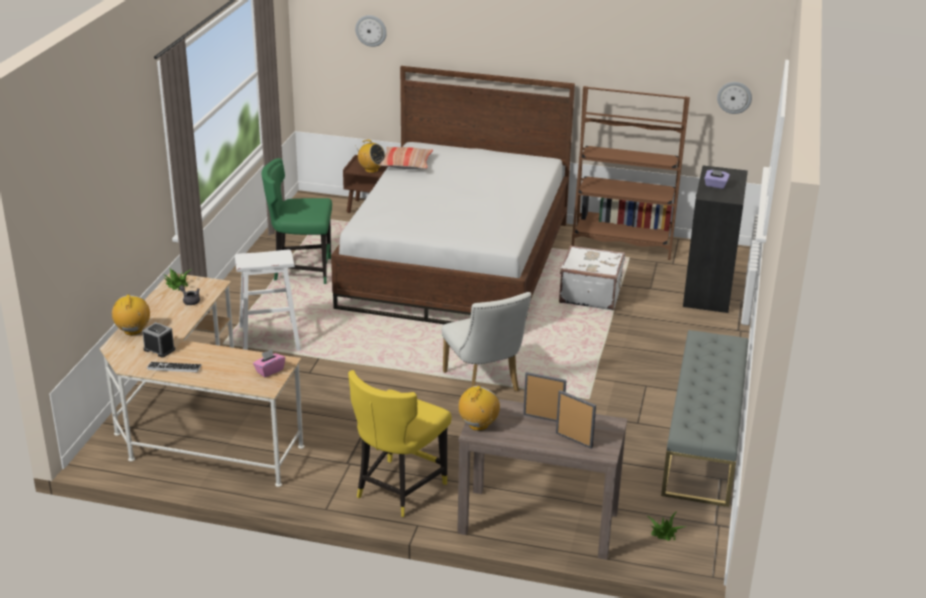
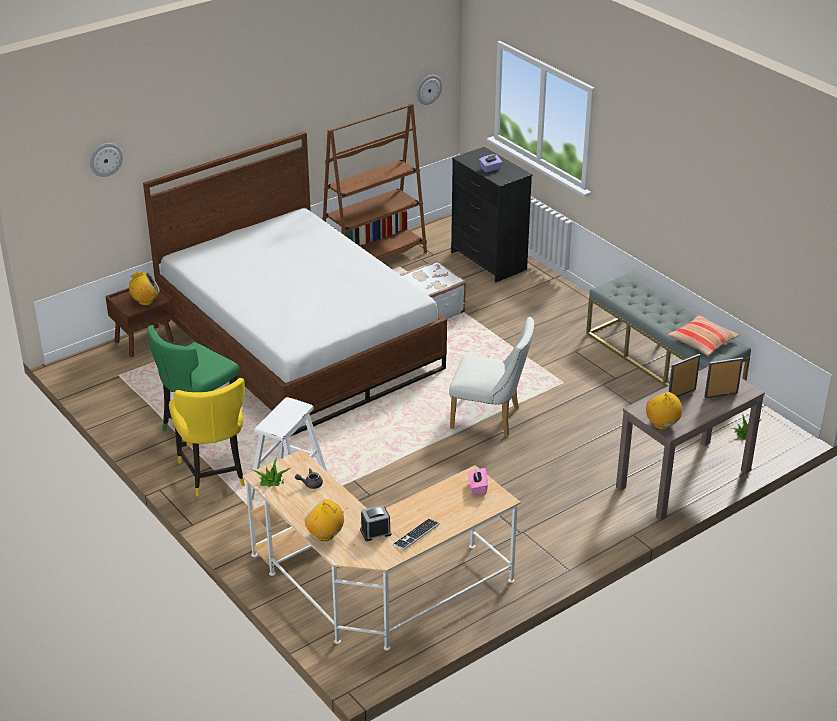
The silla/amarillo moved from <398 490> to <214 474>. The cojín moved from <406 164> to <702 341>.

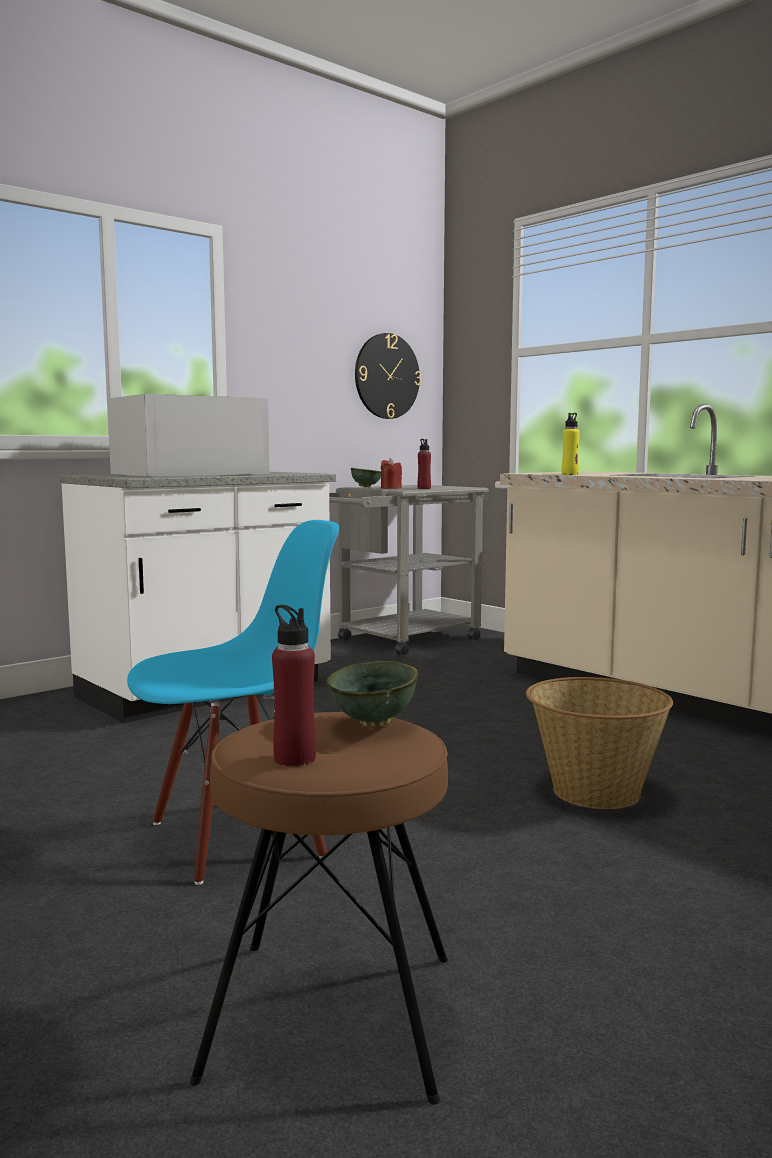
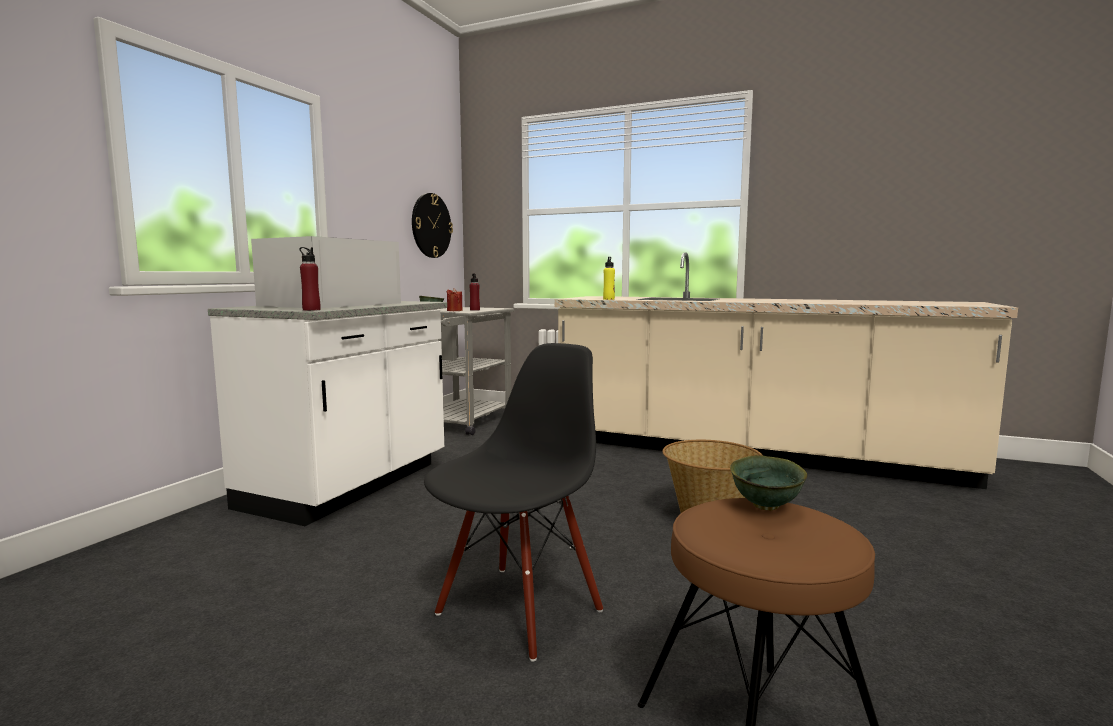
The silla/azul at <238 837> became the silla/negro at <518 609>. The botella/rojo moved from <294 759> to <311 310>.

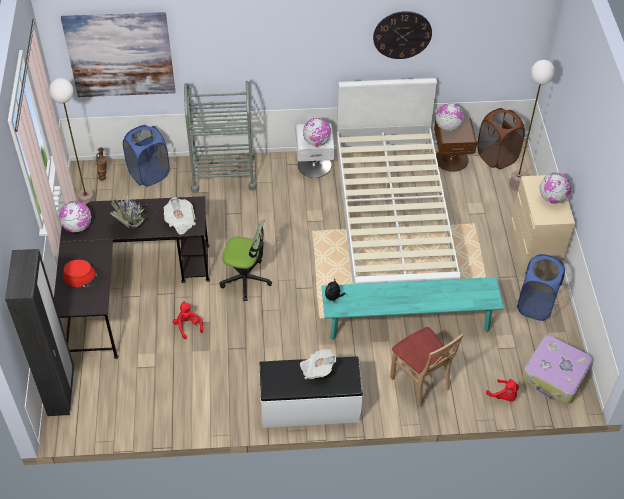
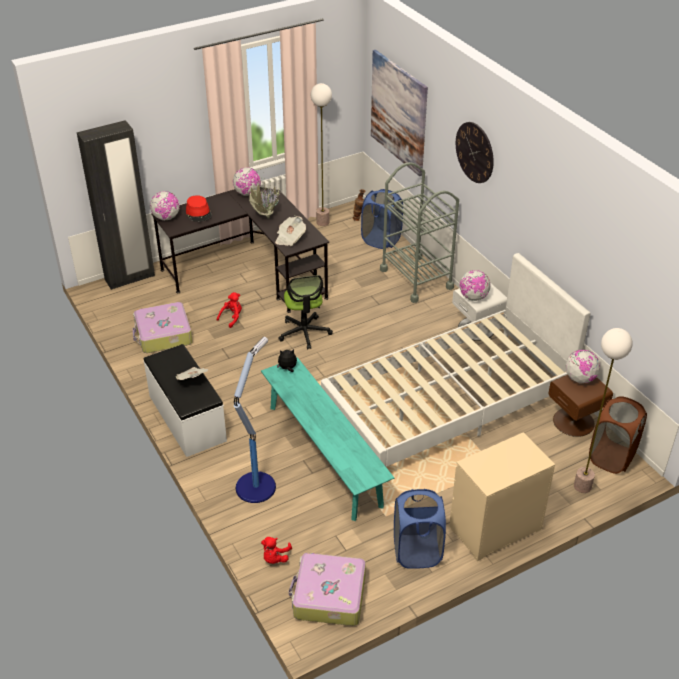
The reloj de pared moved from <402 35> to <474 152>. The silla/beis at <420 382> was replaced by the lámpara de pie at <256 486>. The globo terráqueo moved from <552 198> to <166 218>. The maleta at <163 335> appeared.

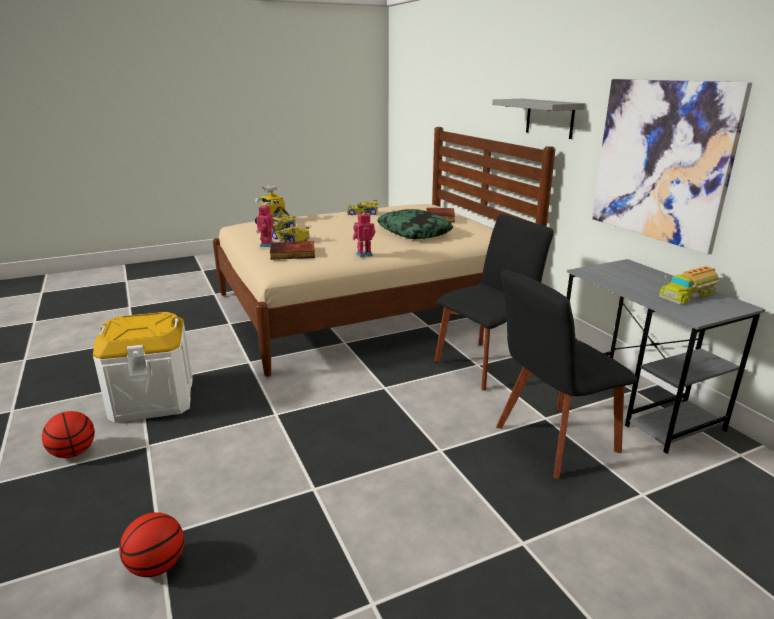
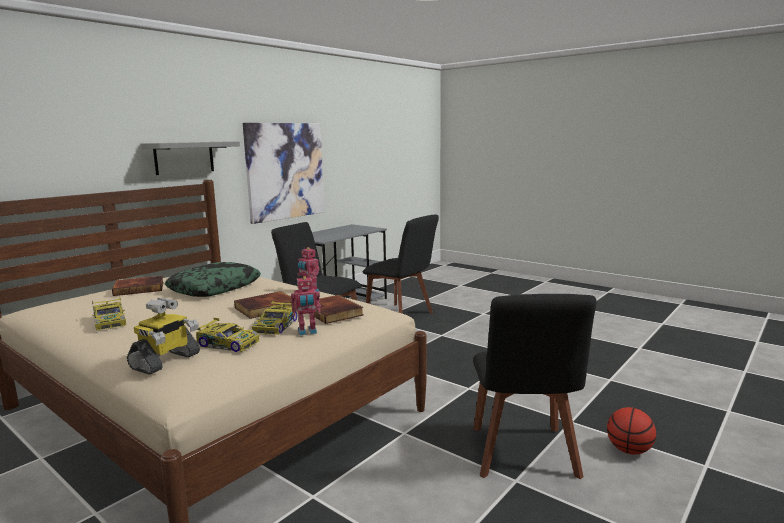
The caja de almacenaje/blanco at <153 399> was replaced by the silla/negro at <524 455>. The balón de baloncesto at <157 566> disappeared. The camión de juguete at <687 294> disappeared. The libro at <266 308> appeared.

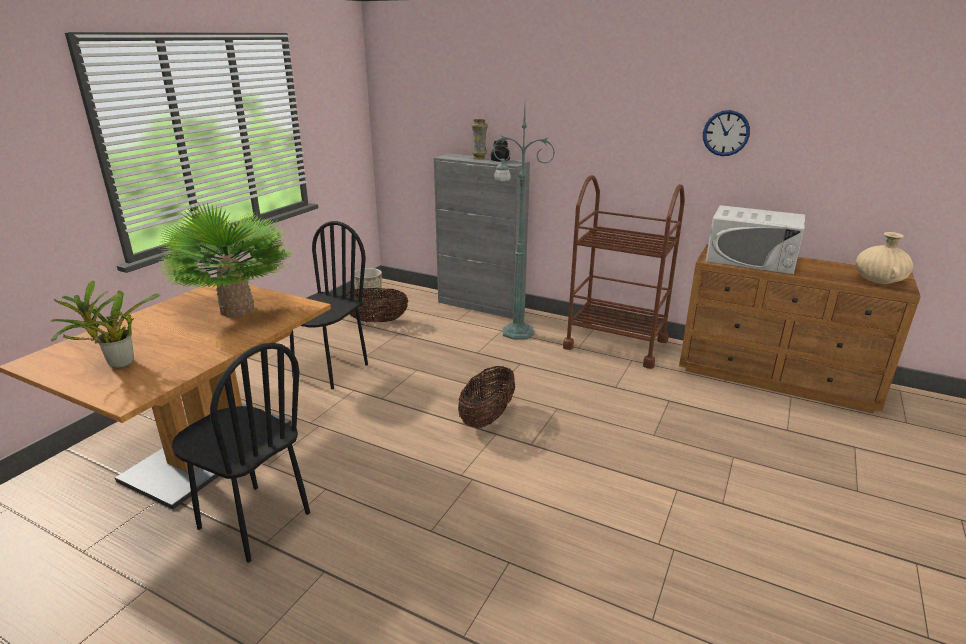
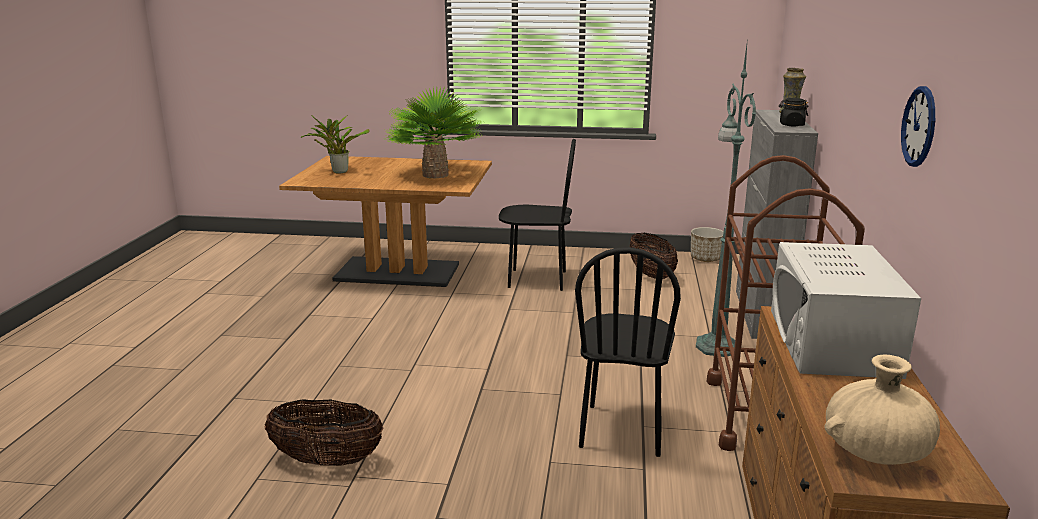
The silla/negro moved from <253 521> to <622 430>. The cesta moved from <487 417> to <327 460>.

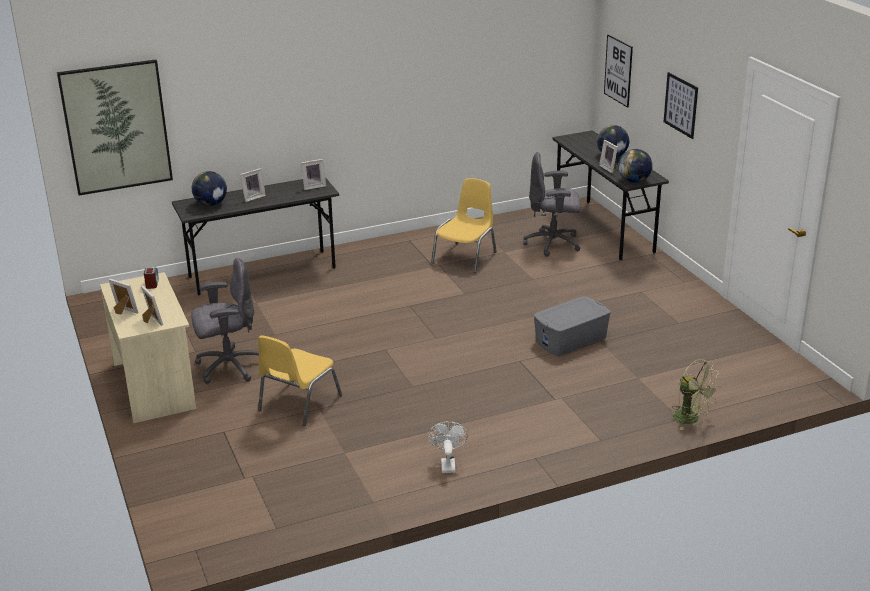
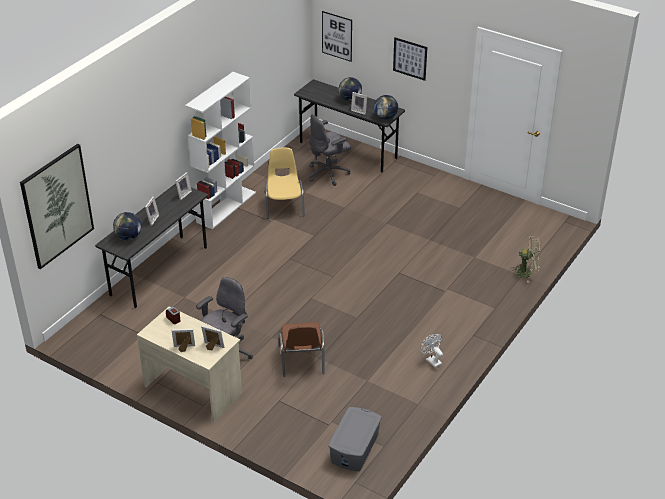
The silla/amarillo at <298 403> became the silla/marrón at <302 360>. The caja de almacenaje/gris moved from <571 339> to <355 448>. The estantería/blanco at <226 207> appeared.

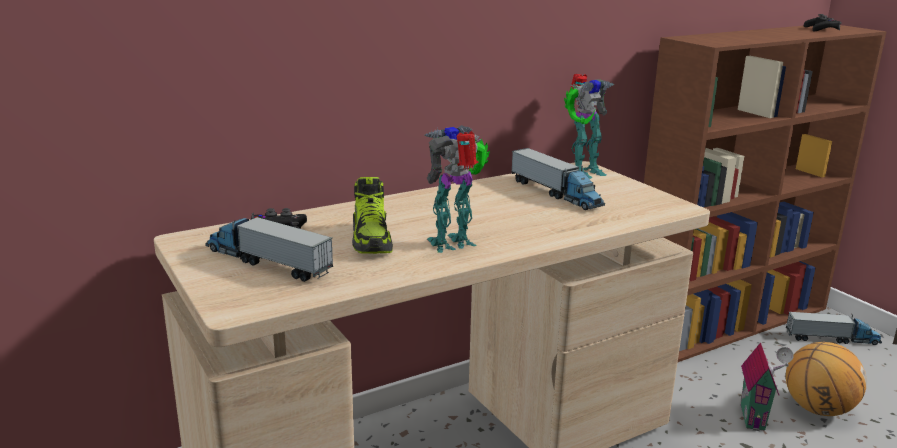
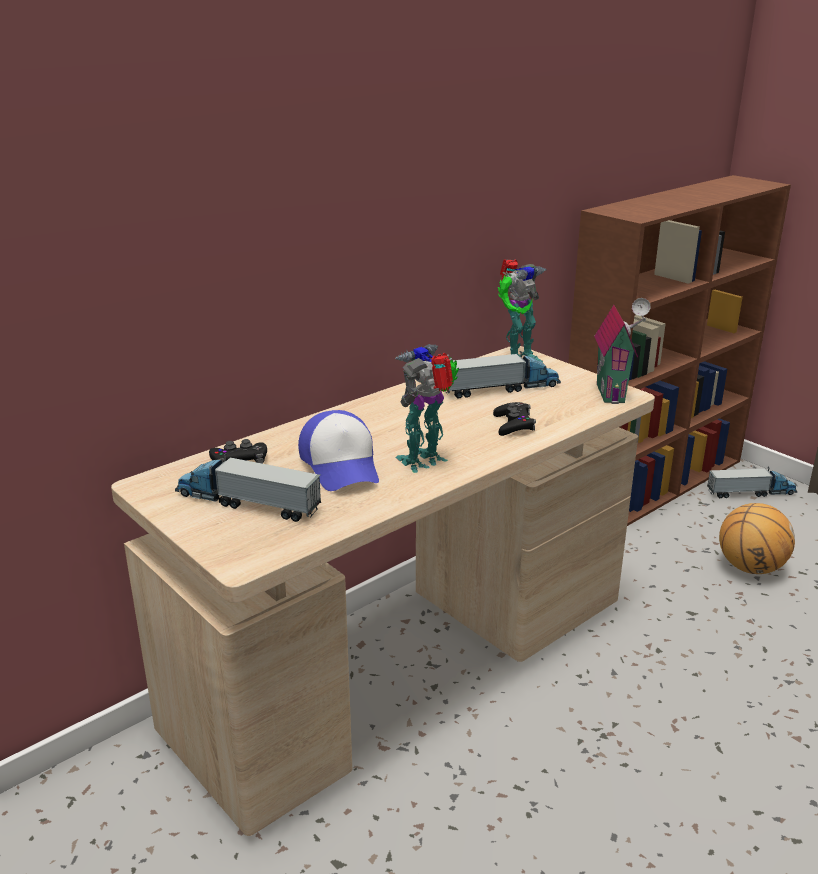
The zapato at <371 240> was replaced by the gorra at <341 465>. The camión de juguete at <555 193> turned 60 degrees counterclockwise. The casita moved from <755 418> to <614 393>. The mando de consola/negro moved from <821 29> to <514 424>.

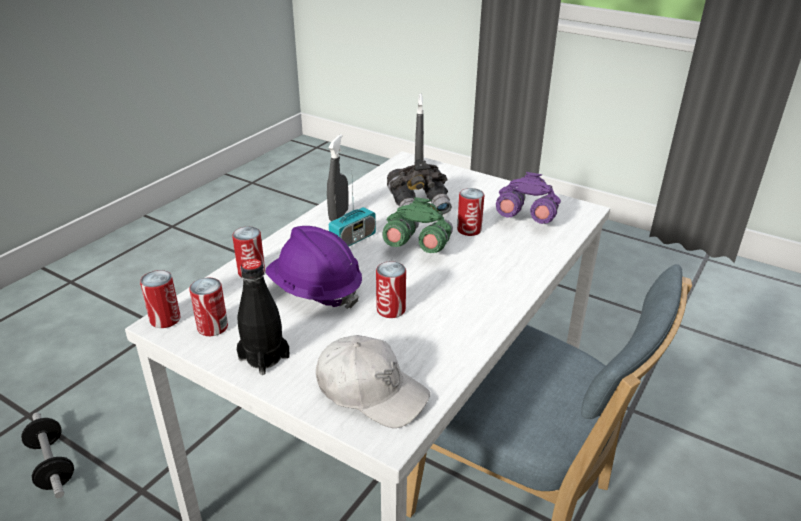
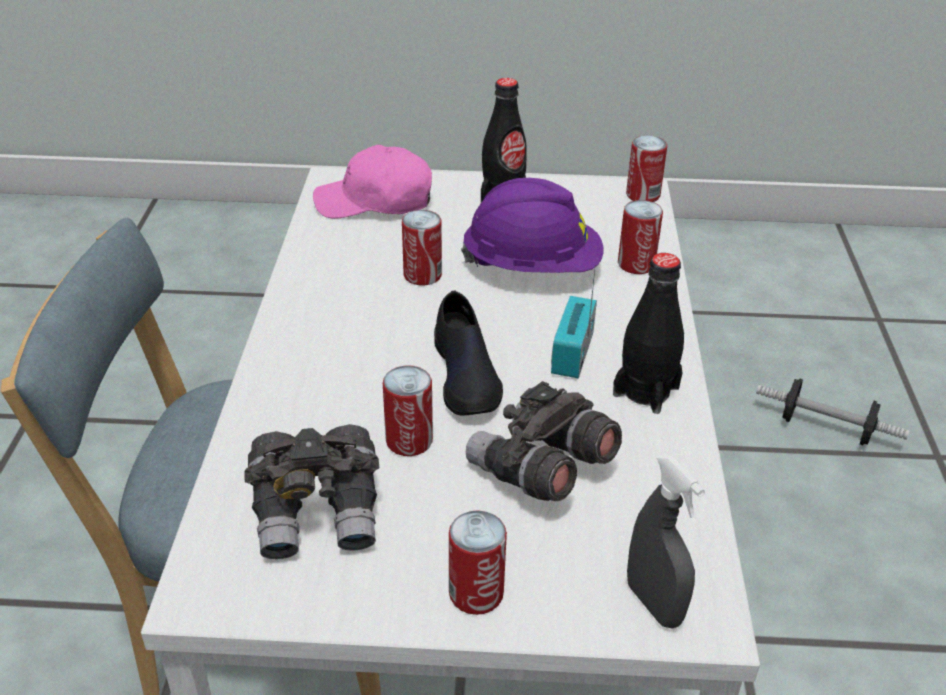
The lata moved from <212 327> to <476 593>. The gorra/blanco at <371 391> became the gorra/rosa at <375 202>. The pulverizador/gris at <338 215> was replaced by the botella/negro at <646 391>. The prismáticos/verde at <418 246> was replaced by the zapato/negro at <466 376>. The prismáticos/morado at <526 218> became the prismáticos/gris at <318 513>.

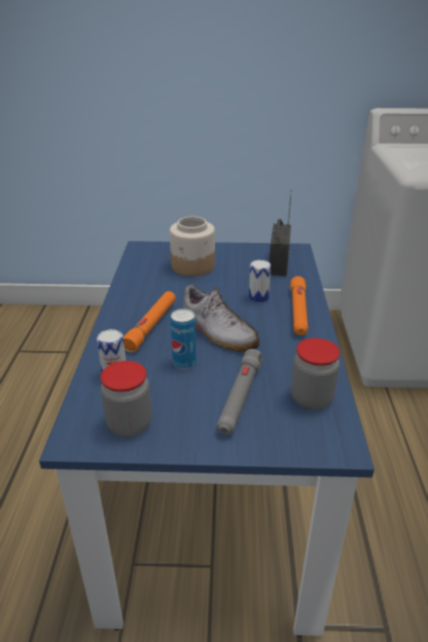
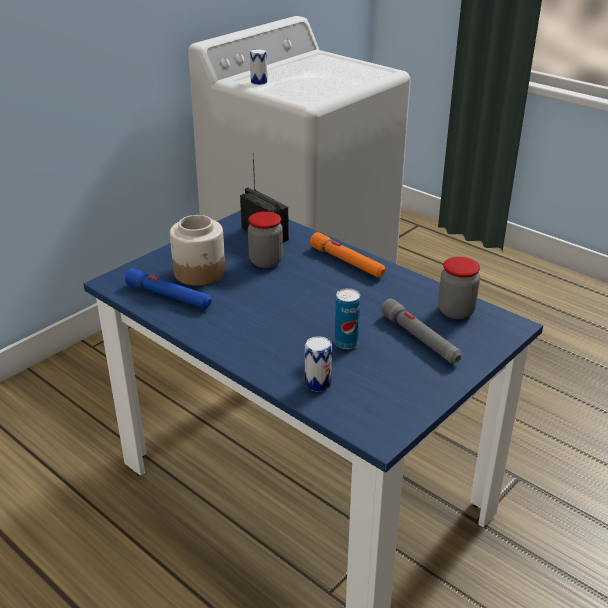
The tarro moved from <129 424> to <266 261>. The linterna/naranja at <151 325> disappeared. The zapato at <218 332> disappeared. The lata moved from <258 297> to <259 82>. The linterna/azul at <169 296> appeared.

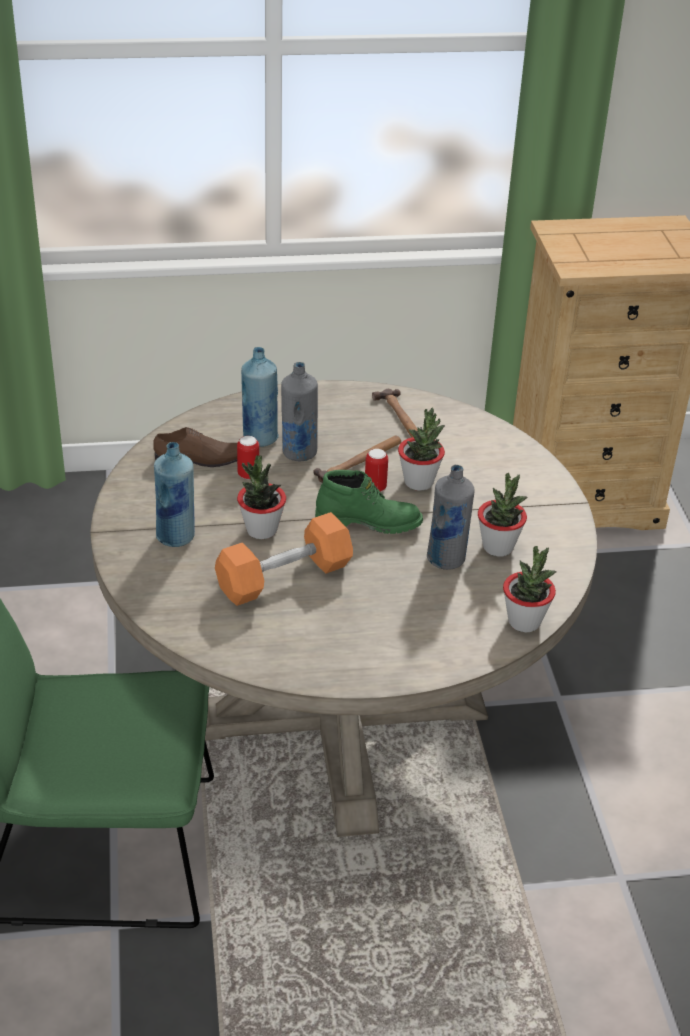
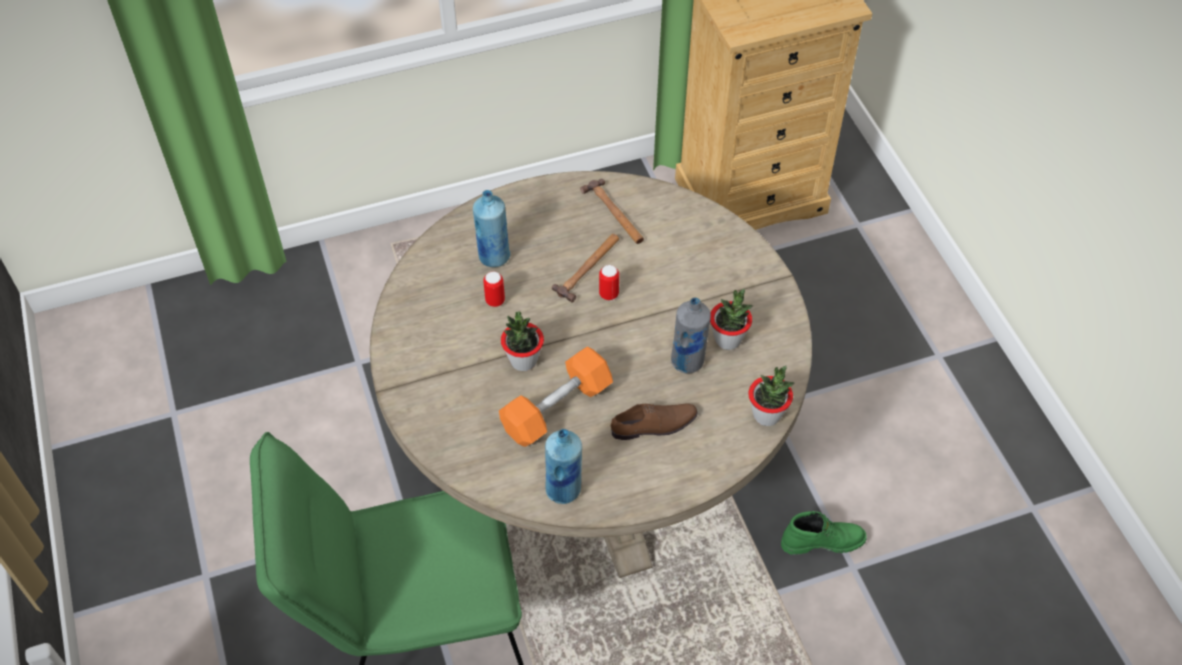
The zapato/marrón moved from <201 458> to <654 425>. The botella/azul moved from <176 537> to <564 489>. The botella/gris at <299 453> disappeared. The bota/verde moved from <369 521> to <822 540>. The planta en maceta at <419 482> disappeared.

